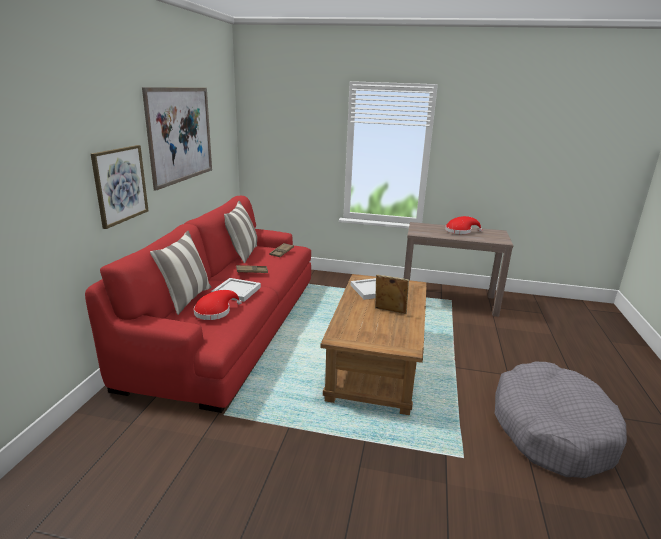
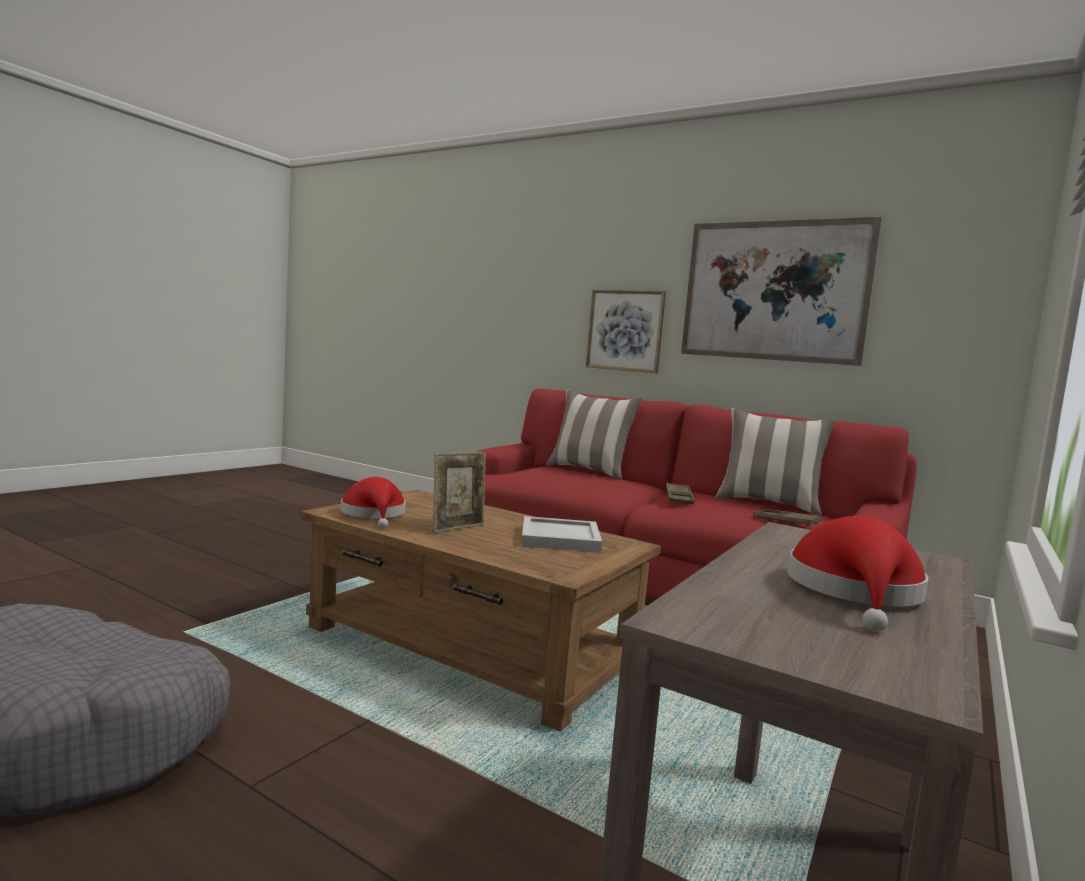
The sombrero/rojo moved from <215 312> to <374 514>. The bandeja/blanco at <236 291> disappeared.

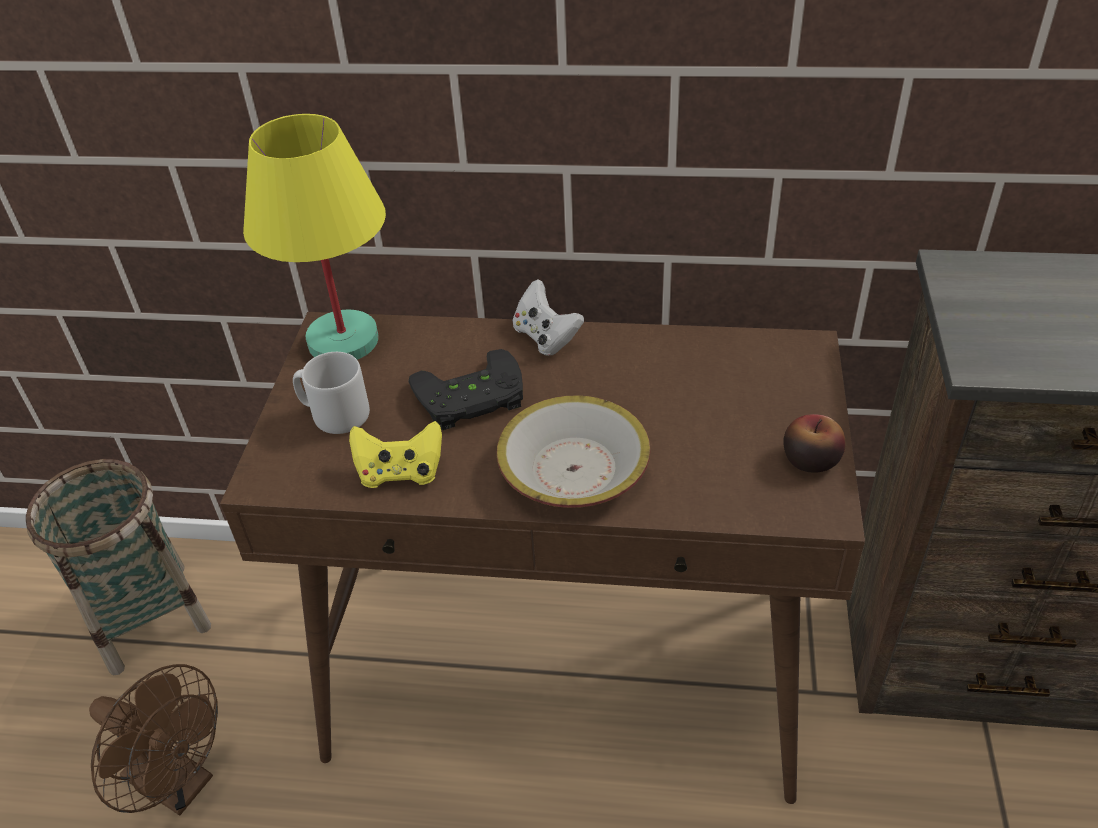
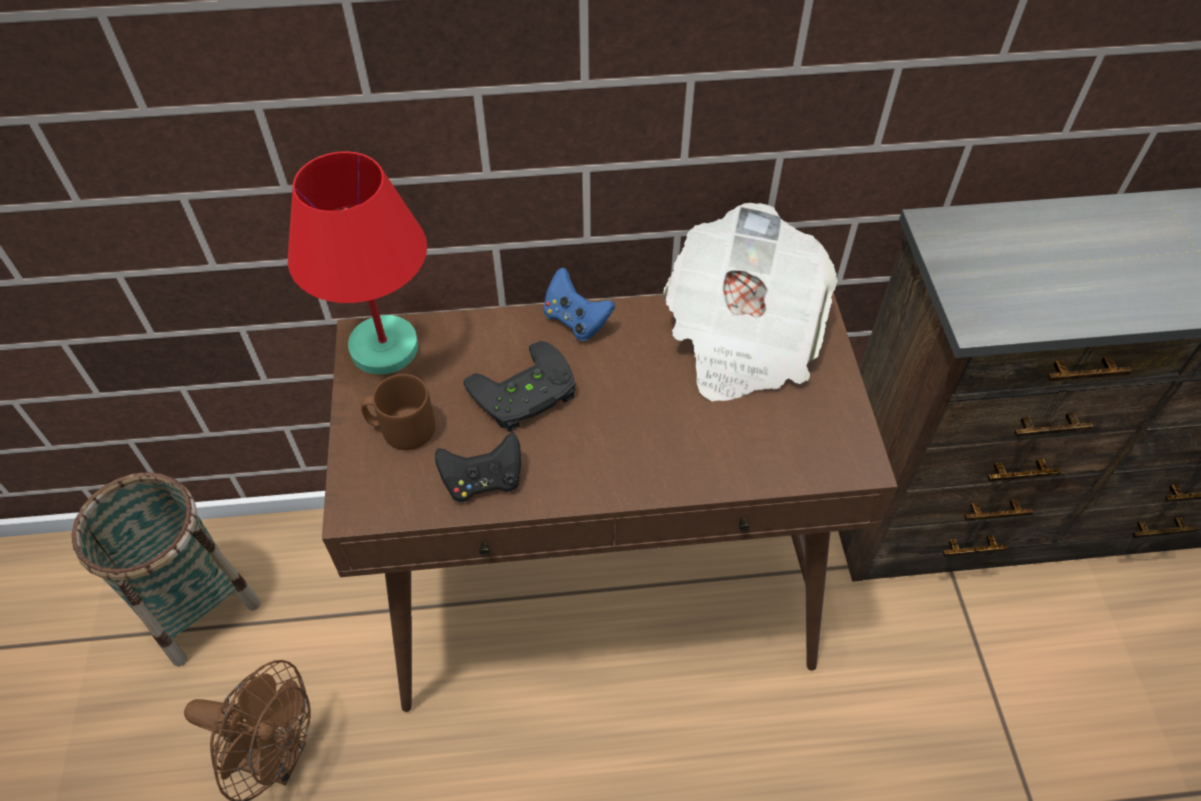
The lámpara de mesa/amarillo at <342 342> became the lámpara de mesa/rojo at <384 349>. The taza grande/gris at <335 414> became the taza grande/marrón at <402 429>. The mando de consola/amarillo at <400 473> became the mando de consola/negro at <483 481>. The cuenco at <573 470> disappeared. The mando de consola/blanco at <546 337> became the mando de consola/azul at <576 320>. The manzana at <810 459> disappeared. The periódico at <741 337> appeared.

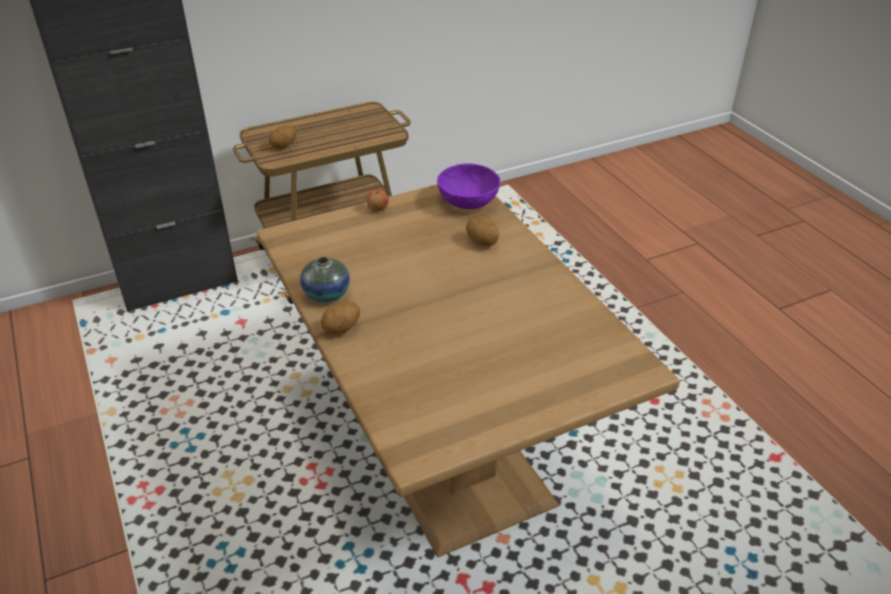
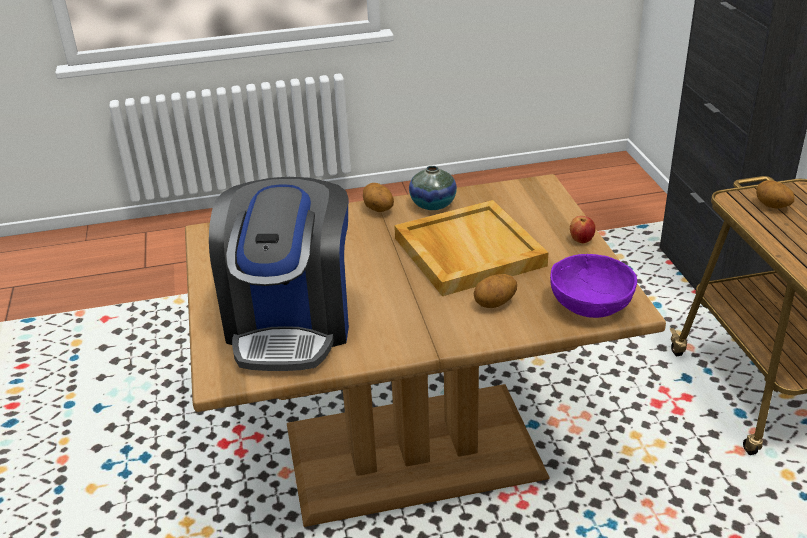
The cafetera at <291 323> appeared. The bandeja/beis at <467 251> appeared.

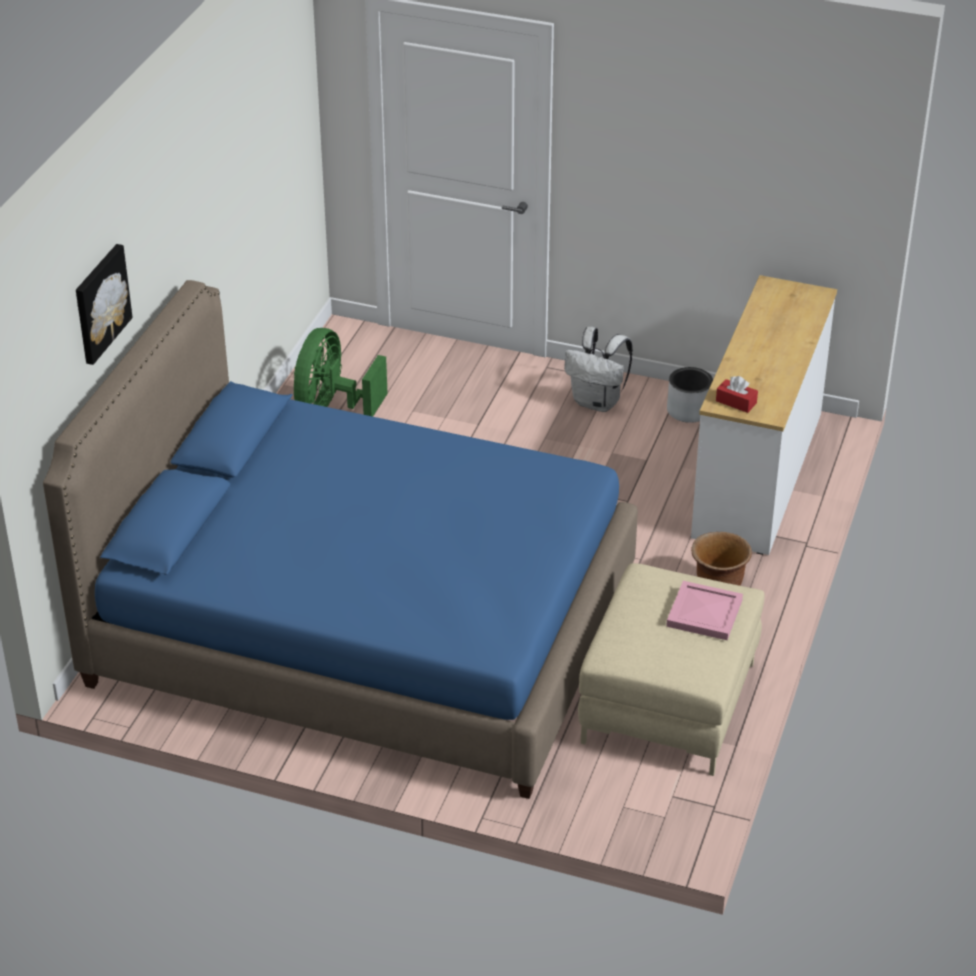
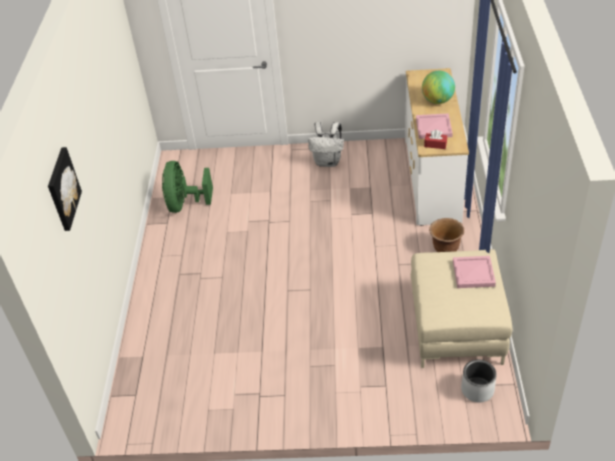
The cama/azul at <363 631> disappeared. The maceta/gris moved from <689 411> to <477 389>. The bandeja/rosa at <434 127> appeared. The globo terráqueo at <437 101> appeared.

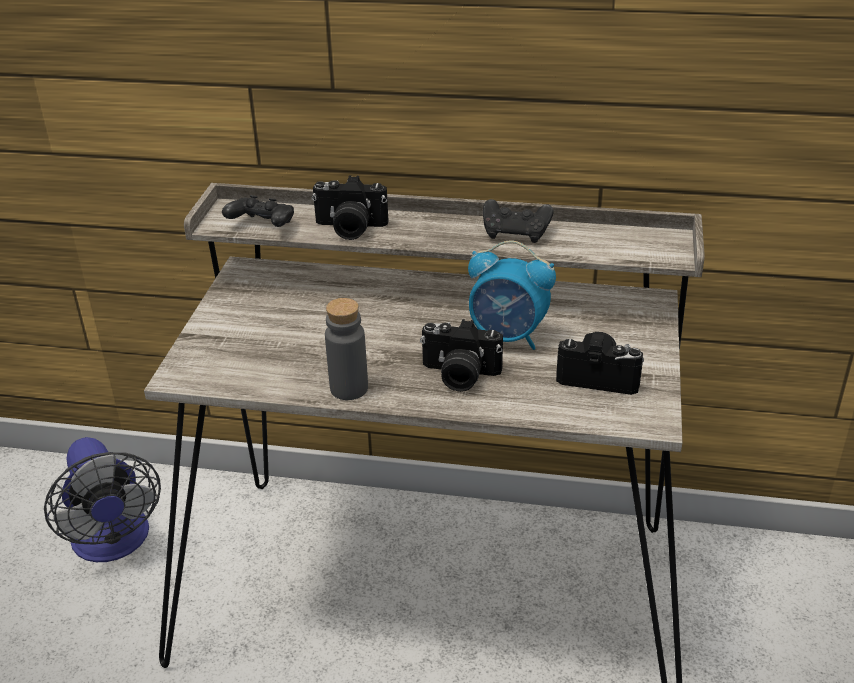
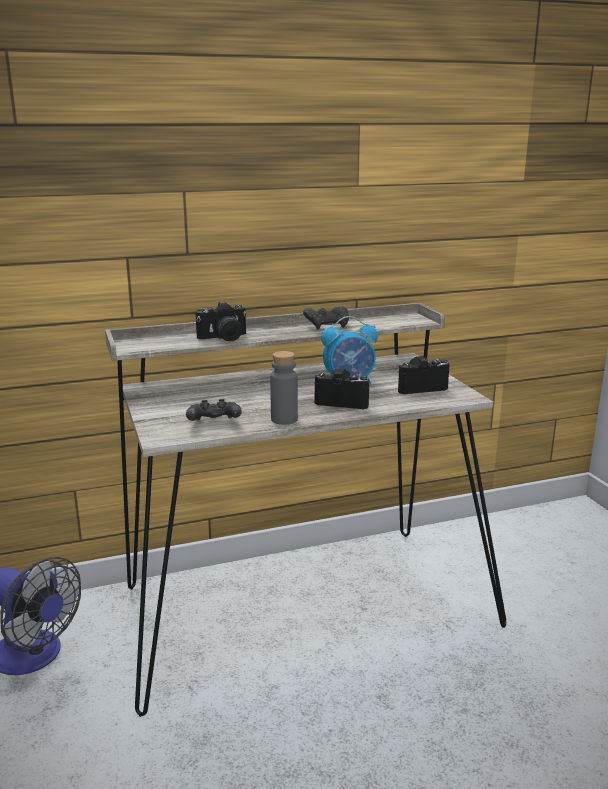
The mando de consola/negro moved from <262 226> to <214 423>. The cámara at <459 375> turned 150 degrees counterclockwise.

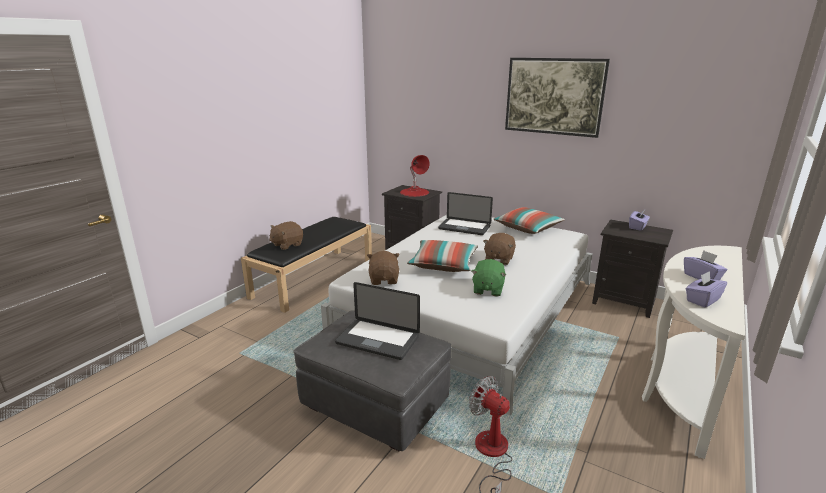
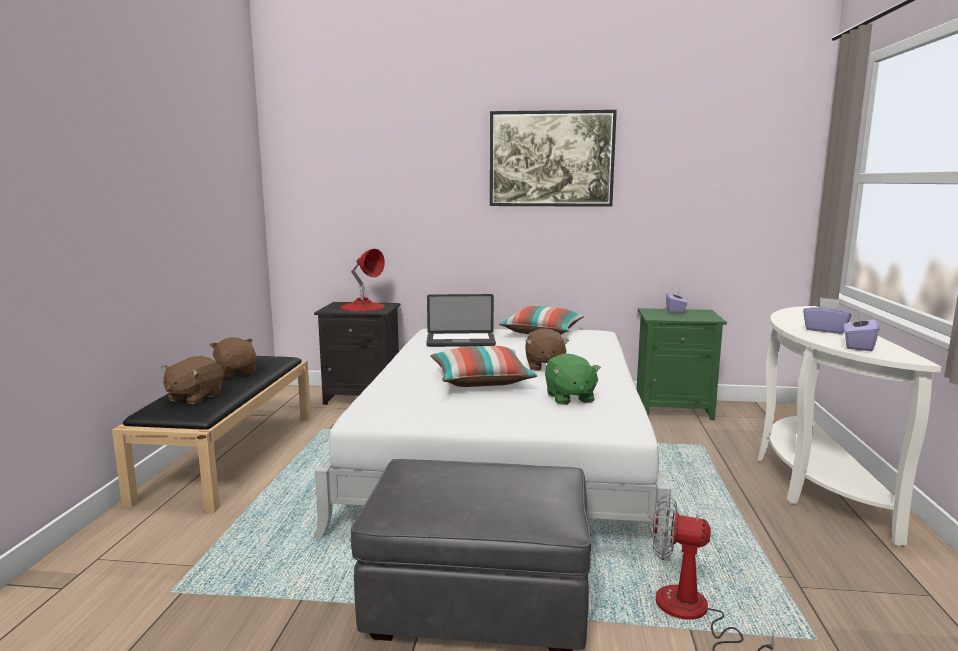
The portátil at <377 340> disappeared. The peluche/marrón moved from <384 280> to <236 373>. The mesita de noche/negro at <625 301> became the mesita de noche/verde at <674 408>.

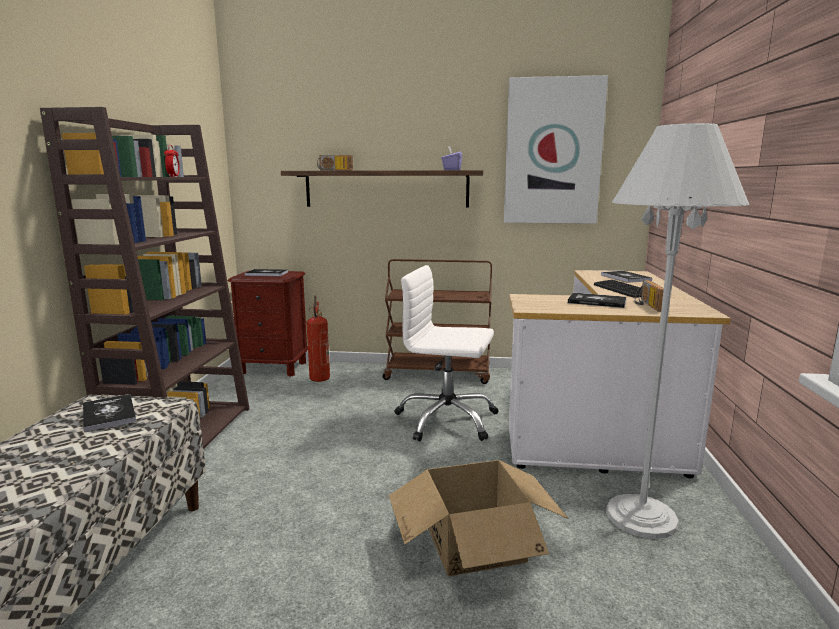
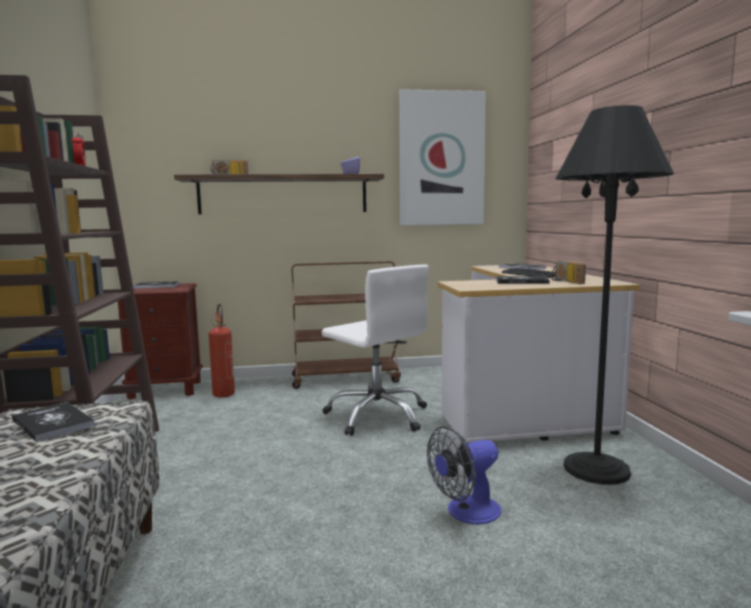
The caja de cartón at <475 542> was replaced by the ventilador at <466 512>. The silla de oficina/blanco at <446 420> turned 135 degrees counterclockwise. The lámpara de pie/blanco at <641 517> became the lámpara de pie/negro at <596 469>.

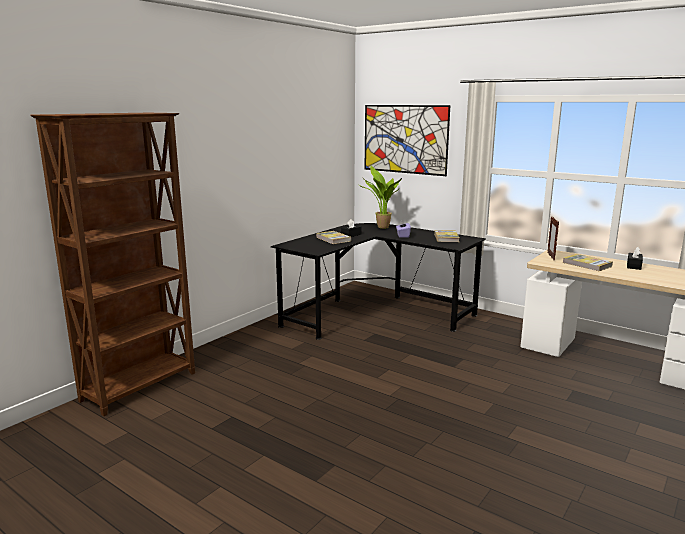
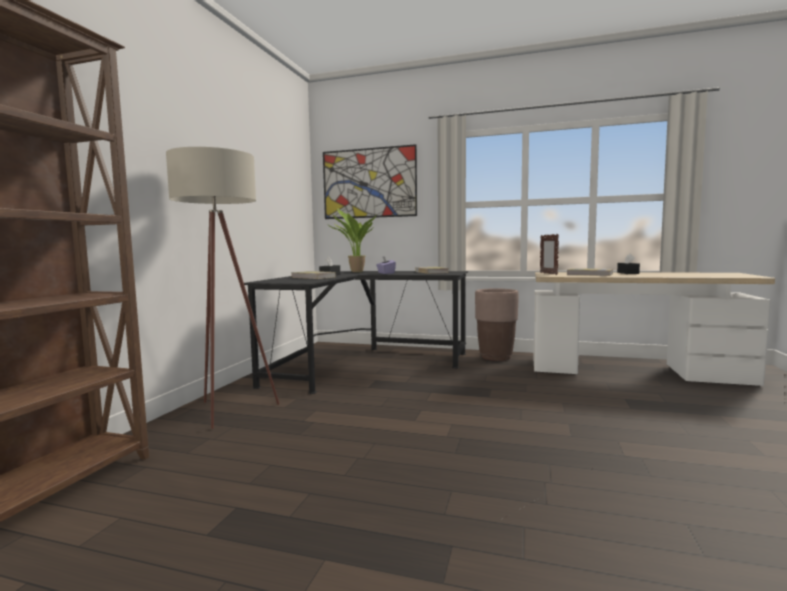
The lámpara de pie/beis at <227 409> appeared. The maceta/marrón at <495 357> appeared.

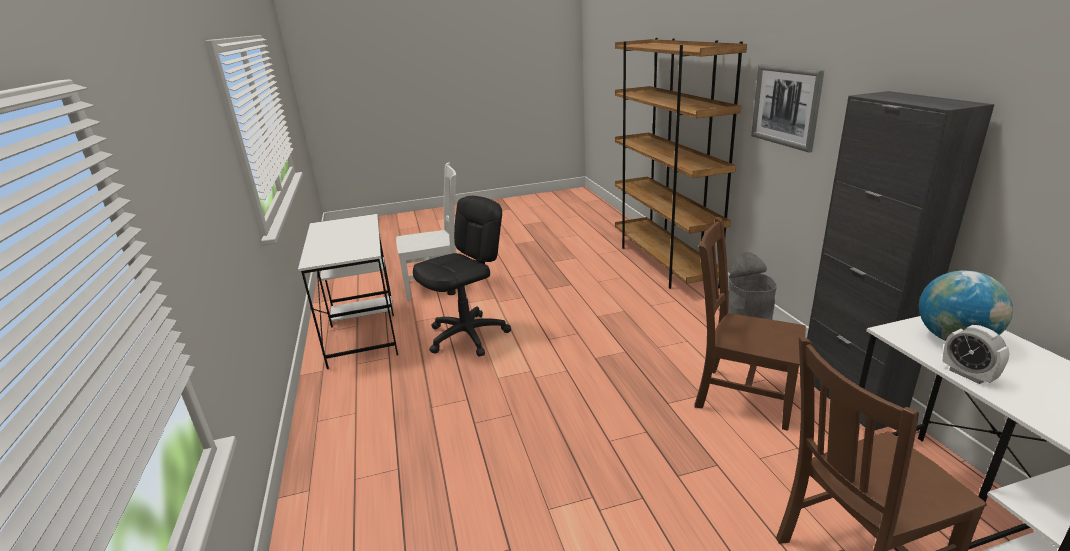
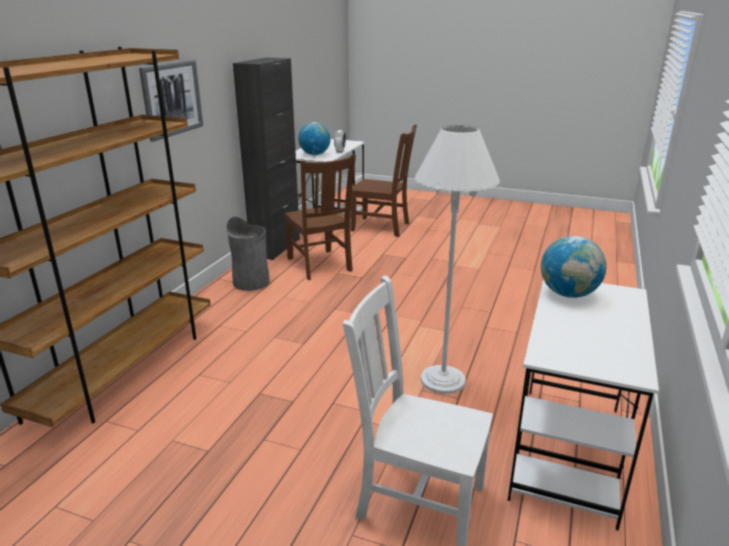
The silla de oficina/negro at <468 336> was replaced by the lámpara de pie/blanco at <442 380>. The globo terráqueo at <568 294> appeared.

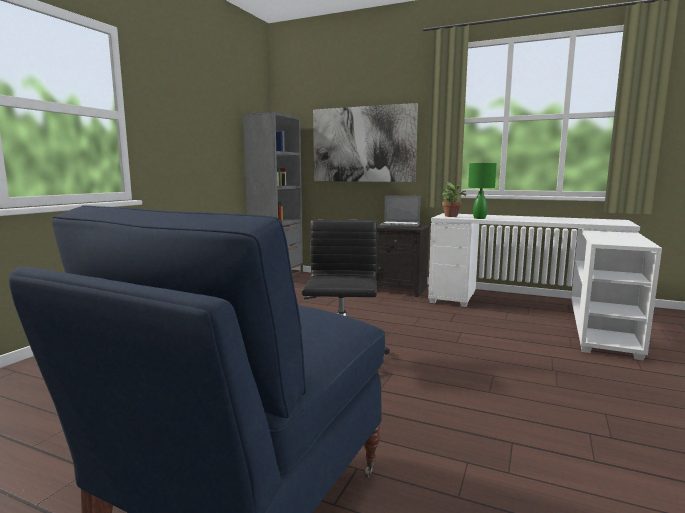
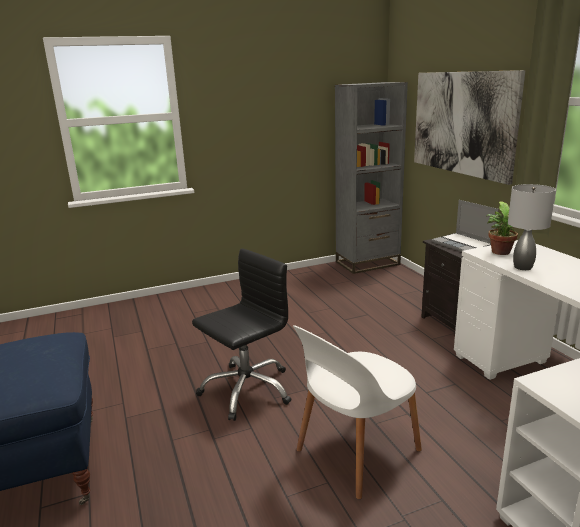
The lámpara de mesa/verde at <479 218> became the lámpara de mesa/gris at <522 267>. The silla/blanco at <355 452> appeared.

